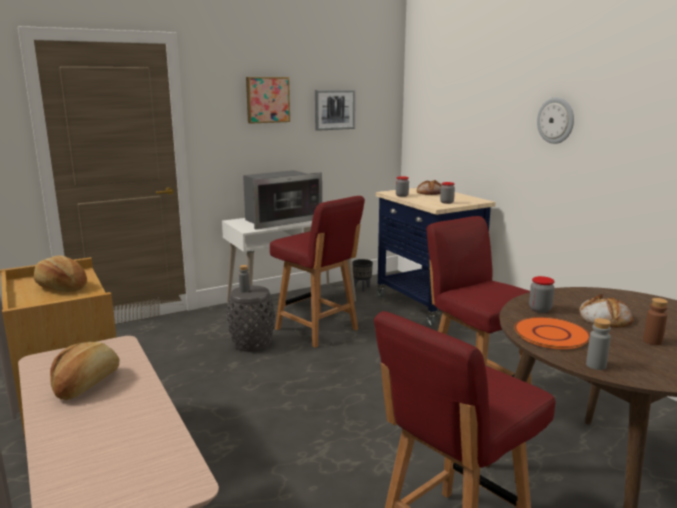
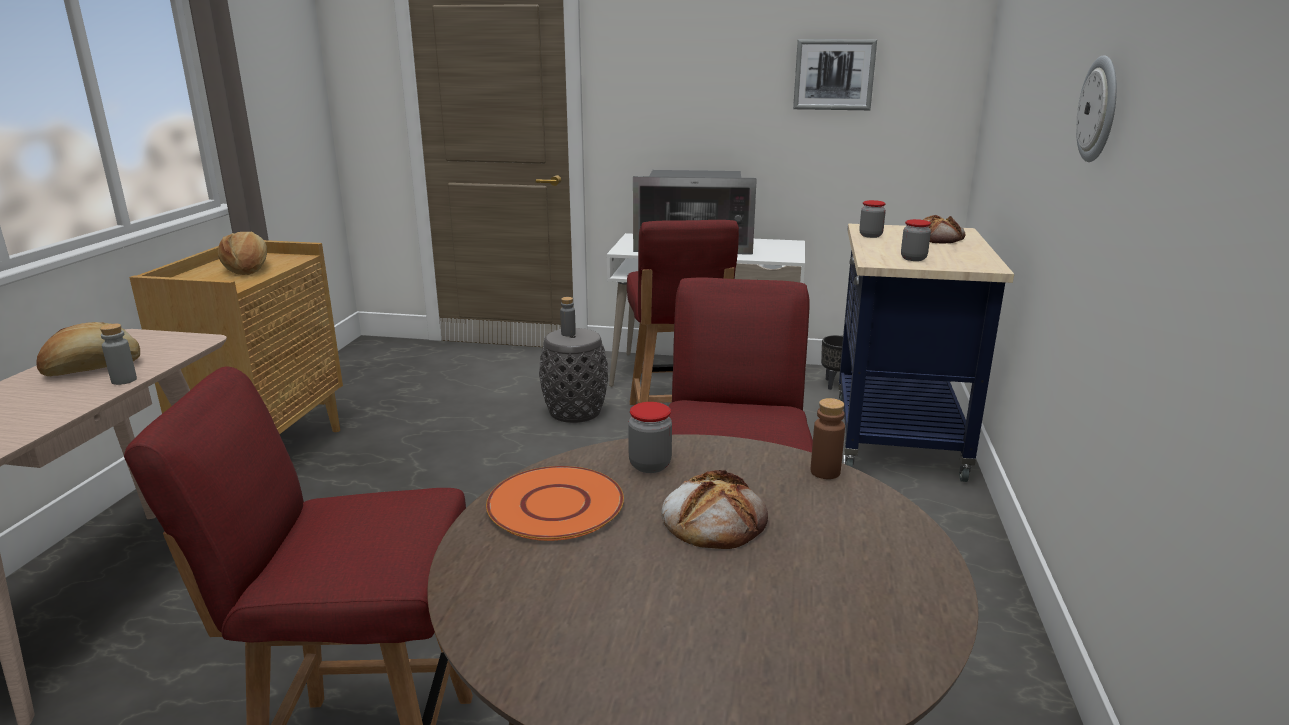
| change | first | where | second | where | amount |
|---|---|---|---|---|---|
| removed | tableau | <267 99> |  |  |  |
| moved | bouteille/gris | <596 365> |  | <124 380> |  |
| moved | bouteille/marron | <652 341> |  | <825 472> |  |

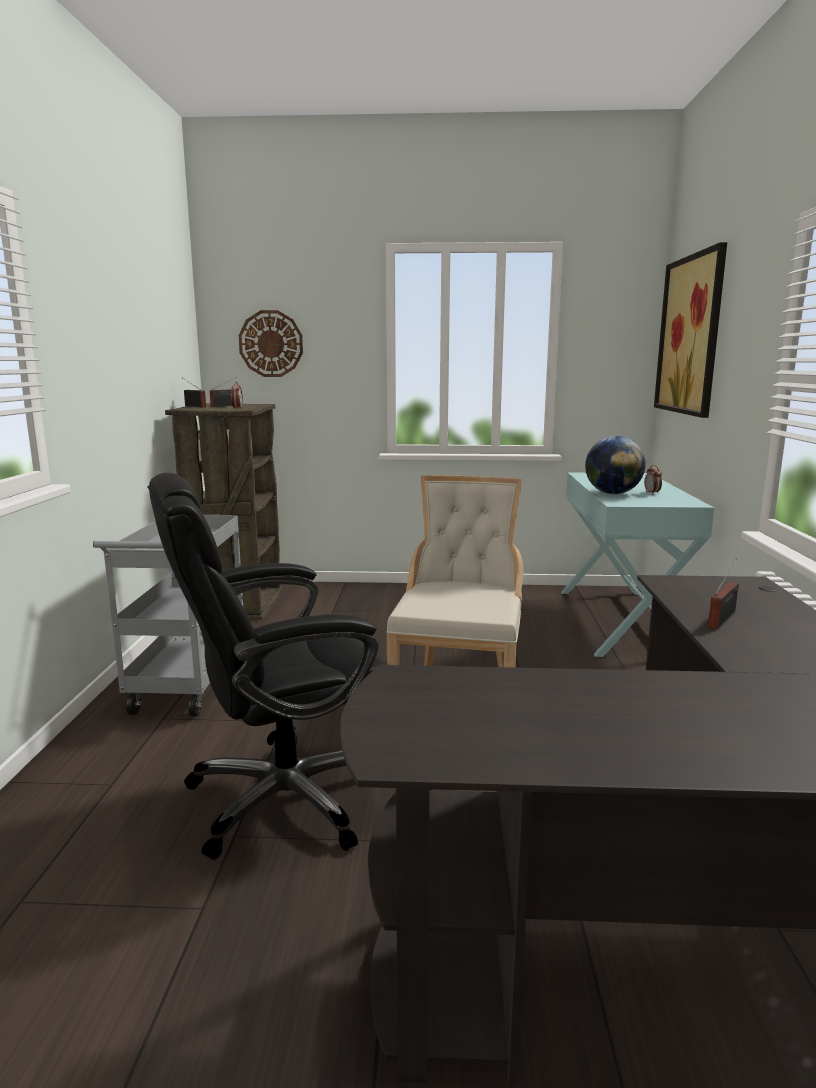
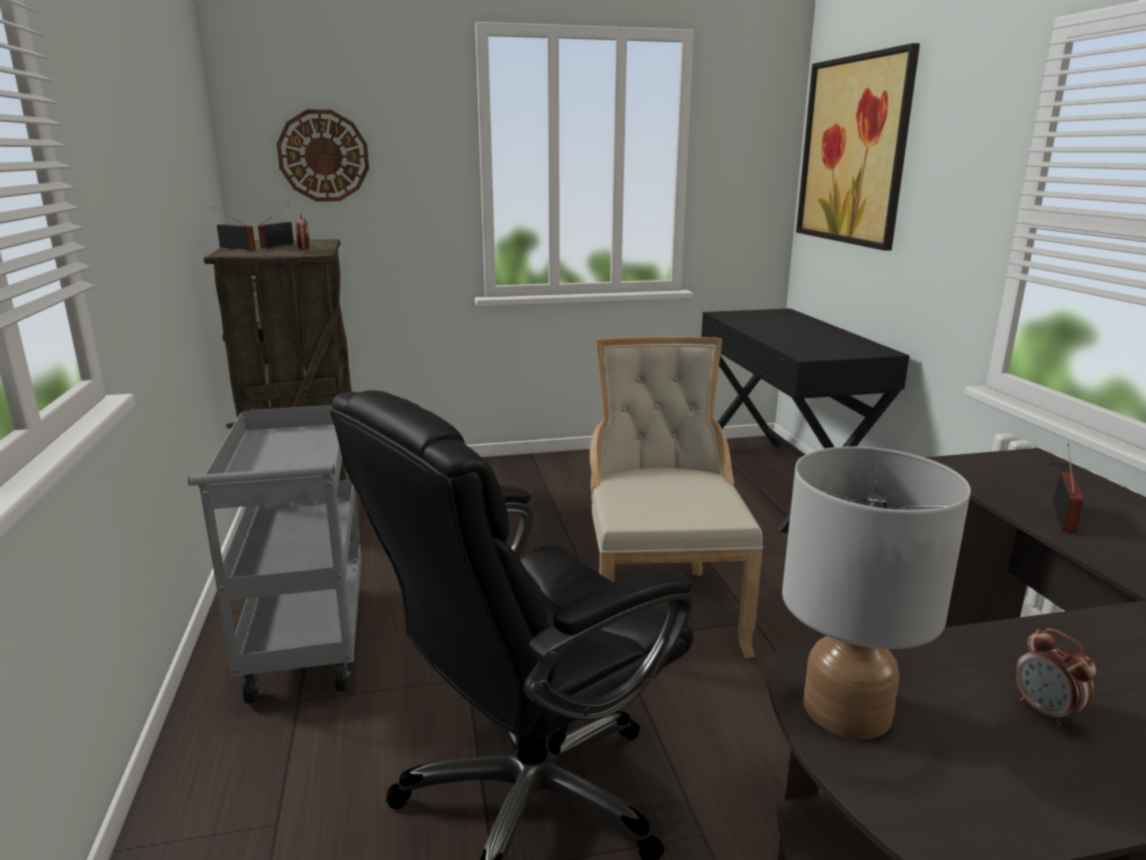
| change | first | where | second | where | amount |
|---|---|---|---|---|---|
| recoloured | bureau/turquoise | <621 621> | bureau/noir | <780 482> |  |
| removed | globe | <612 493> |  |  |  |
| moved | réveil | <652 493> |  | <1046 711> |  |
| added |  |  | lampe de table/gris | <846 711> |  |

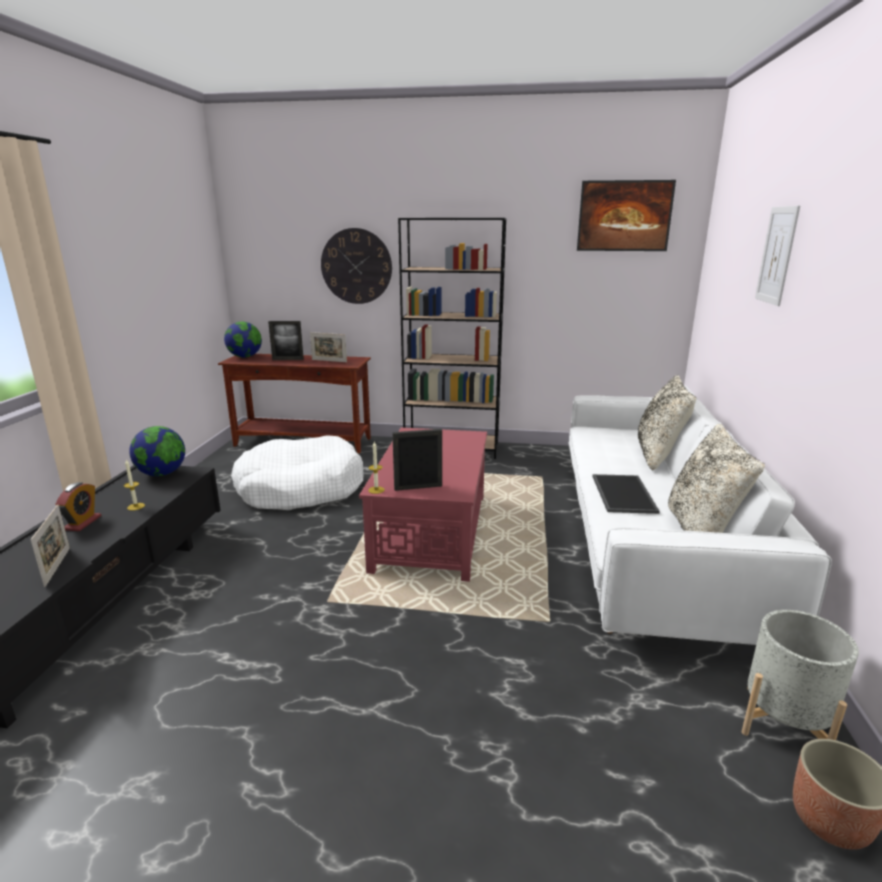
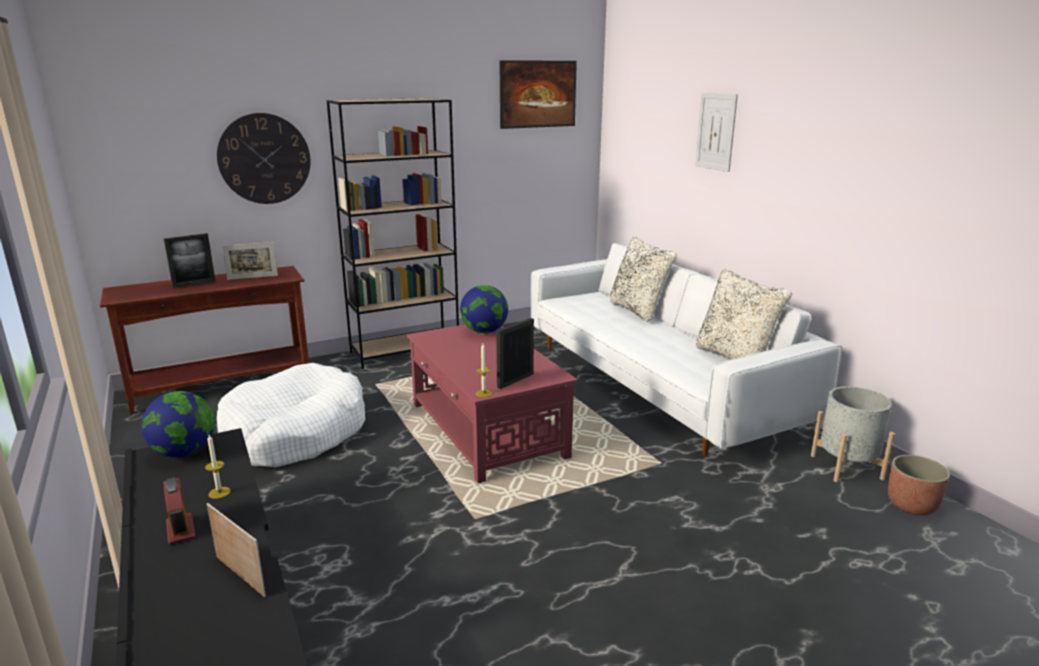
| change | first | where | second | where | amount |
|---|---|---|---|---|---|
| moved | globe | <245 357> |  | <484 331> |  |
| removed | plateau | <621 493> |  |  |  |

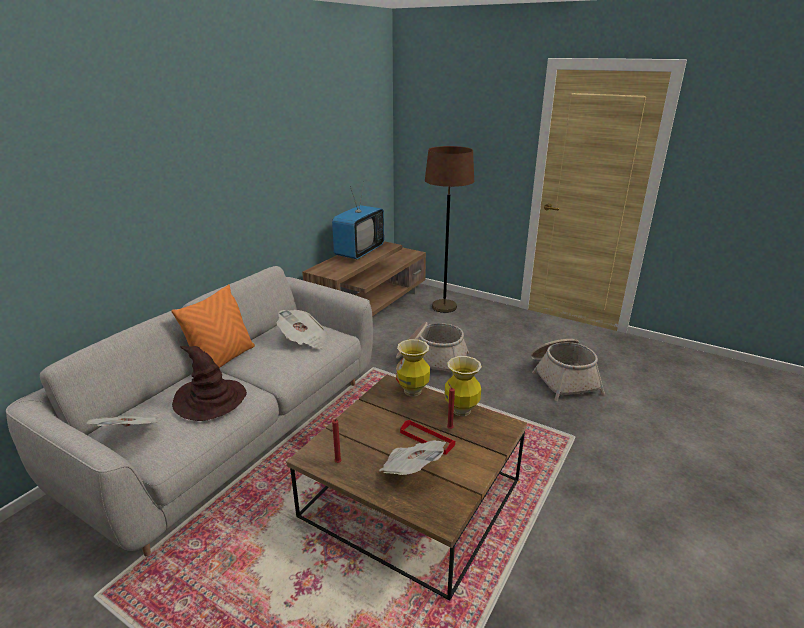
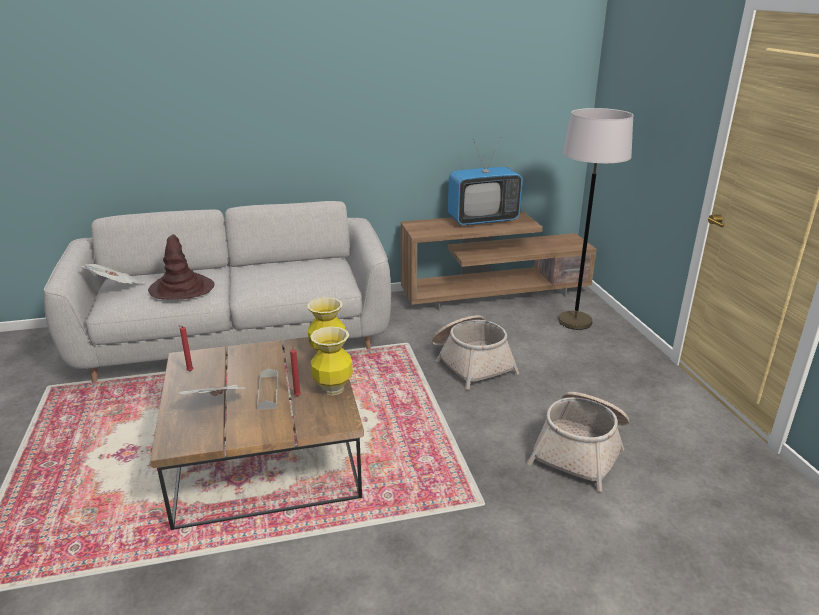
| change | first | where | second | where | amount |
|---|---|---|---|---|---|
| removed | coussin/orange | <222 361> |  |  |  |
| removed | journal | <304 340> |  |  |  |
| recoloured | plateau/rouge | <427 438> | plateau/gris | <268 392> |  |
| recoloured | lampadaire/marron | <444 307> | lampadaire/gris | <575 321> |  |

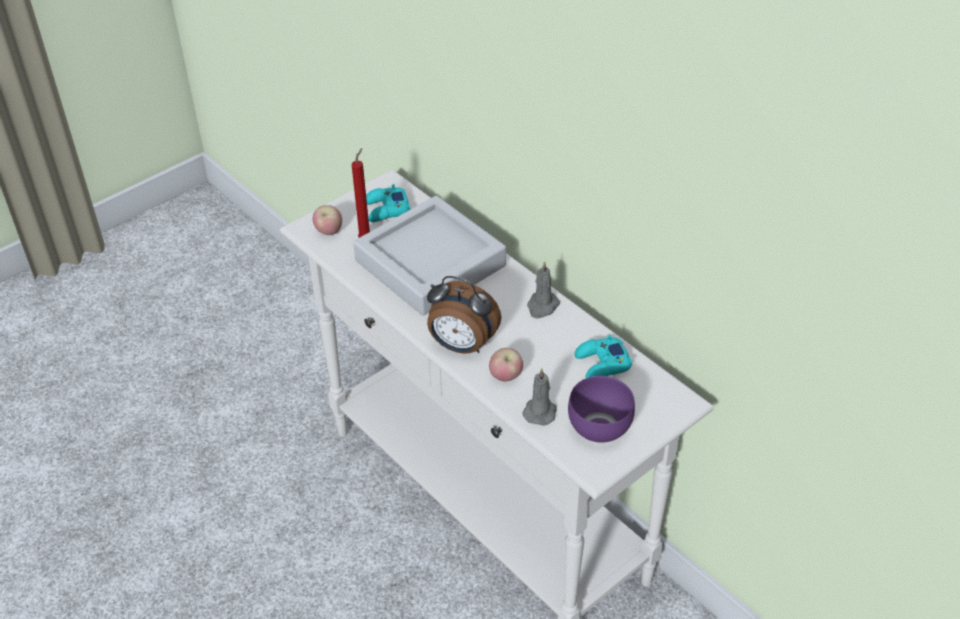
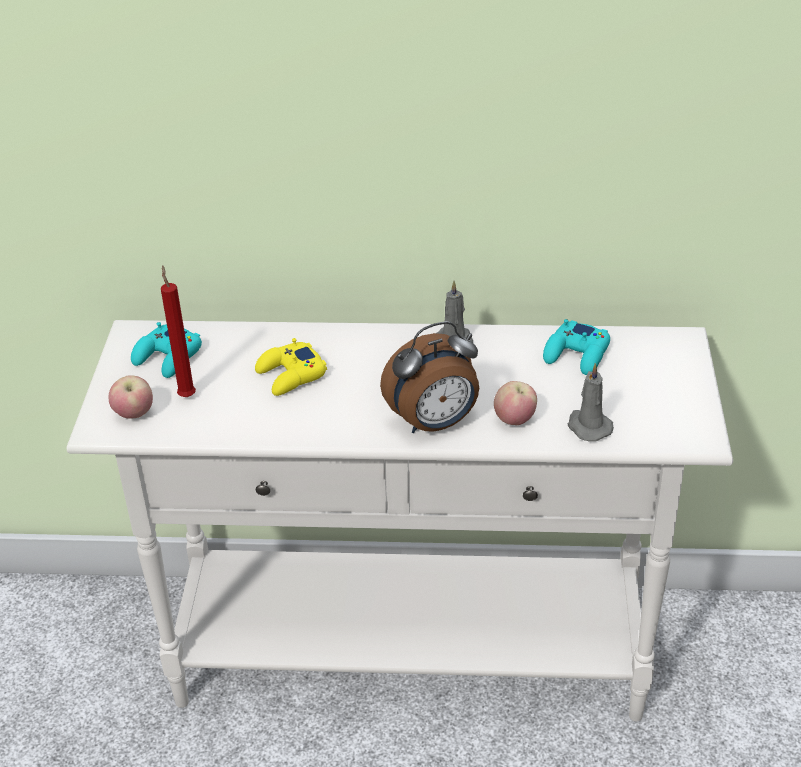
| change | first | where | second | where | amount |
|---|---|---|---|---|---|
| replaced | plateau/gris | <430 263> | manette/jaune | <291 375> |  |
| removed | bol/violet | <597 428> |  |  |  |

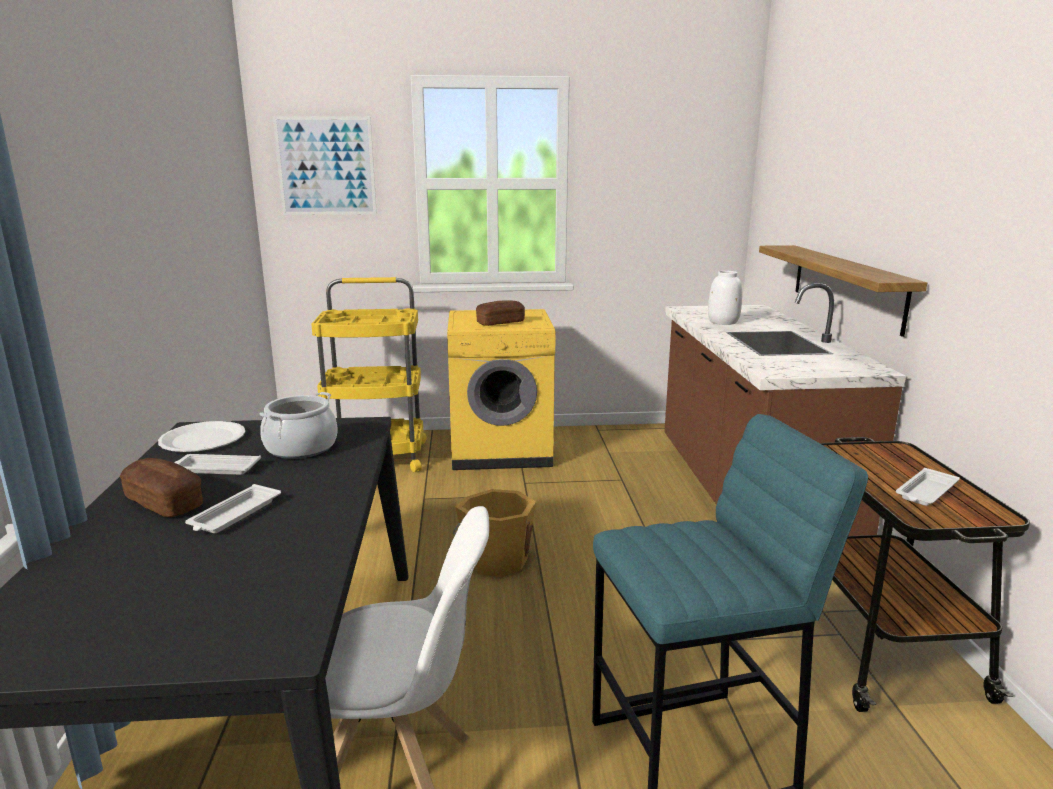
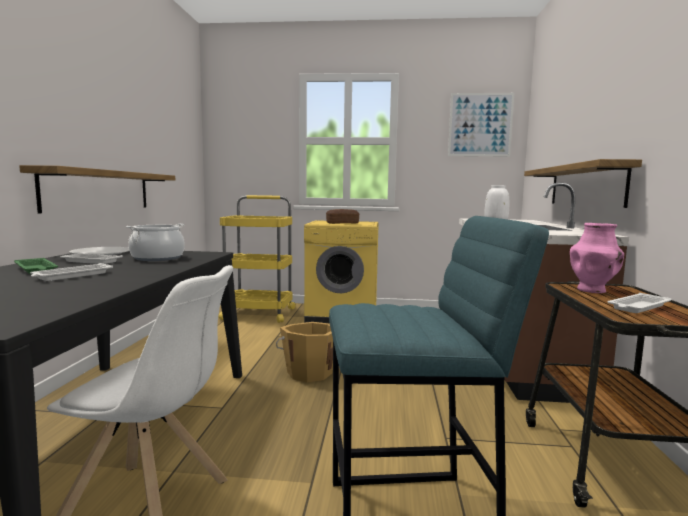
| change | first | where | second | where | amount |
|---|---|---|---|---|---|
| replaced | pain | <164 502> | plateau/vert | <36 269> |  |
| moved | tableau | <326 166> |  | <480 125> |  |
| added |  |  | étagère | <100 190> |  |
| added |  |  | vase/rose | <592 290> |  |

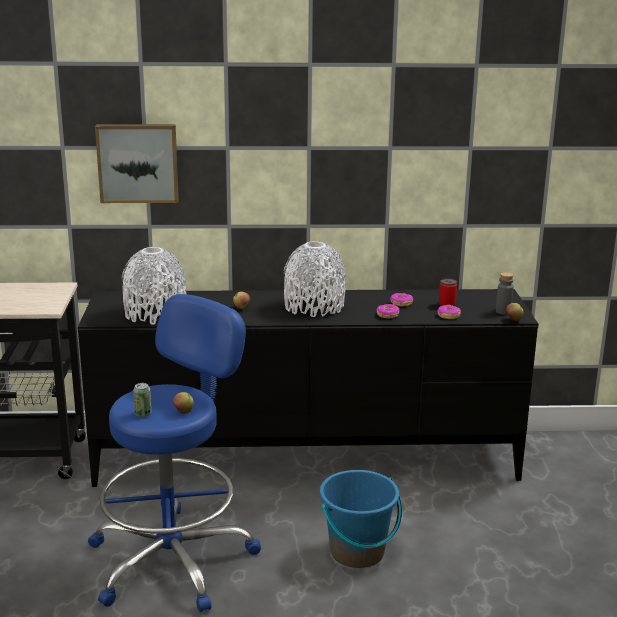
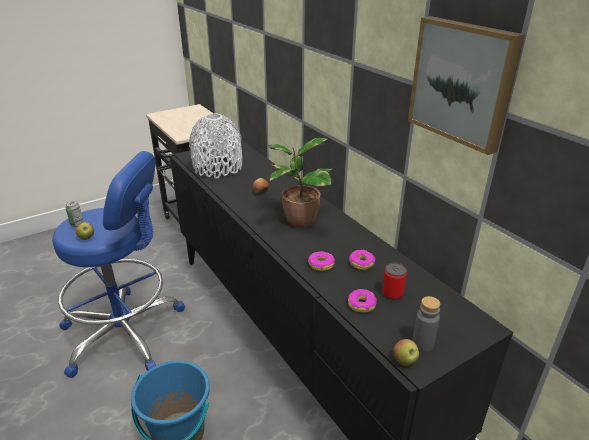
| change | first | where | second | where | amount |
|---|---|---|---|---|---|
| moved | tableau | <138 162> |  | <463 82> |  |
| replaced | vase/blanc | <314 307> | plante en pot | <298 221> |  |

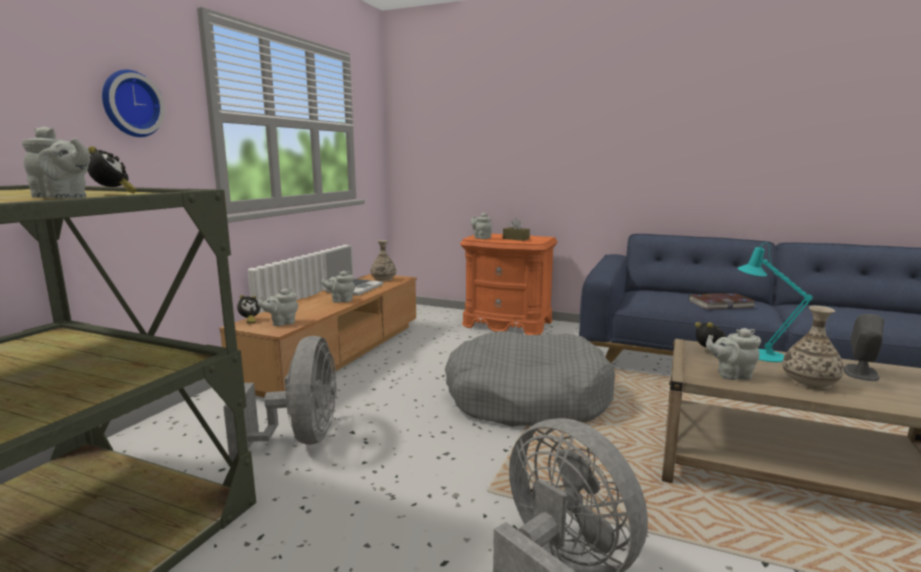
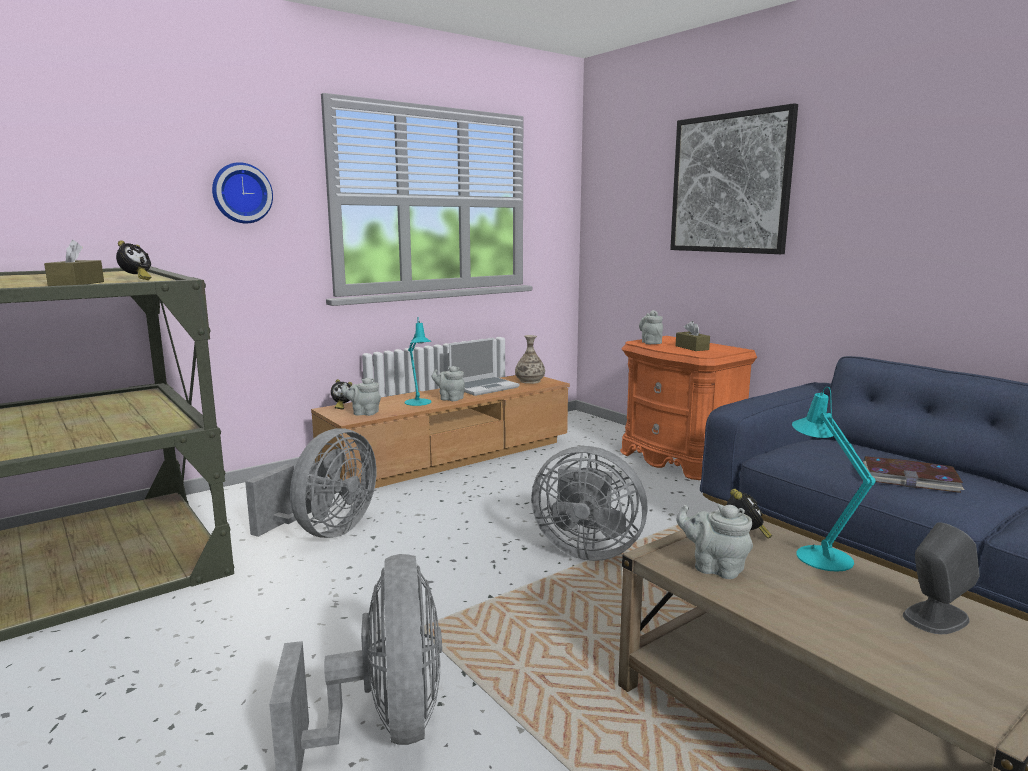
| change | first | where | second | where | amount |
|---|---|---|---|---|---|
| replaced | théière/gris | <63 198> | boîte à mouchoirs/marron | <77 284> |  |
| replaced | panier pour chien/gris | <527 398> | ventilateur/gris | <586 549> |  |
| removed | vase | <810 382> |  |  |  |
| added |  |  | lampe de table/turquoise | <419 403> |  |
| added |  |  | tableau | <730 184> |  |

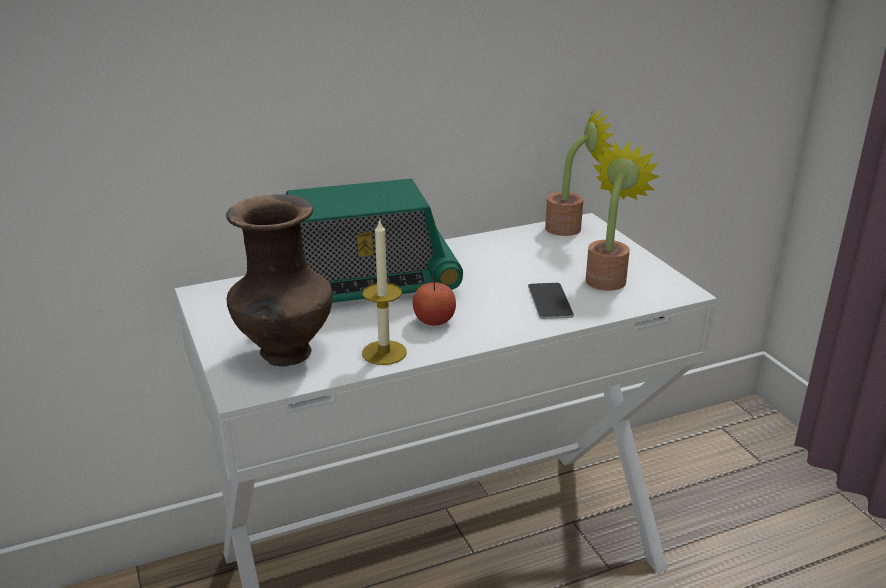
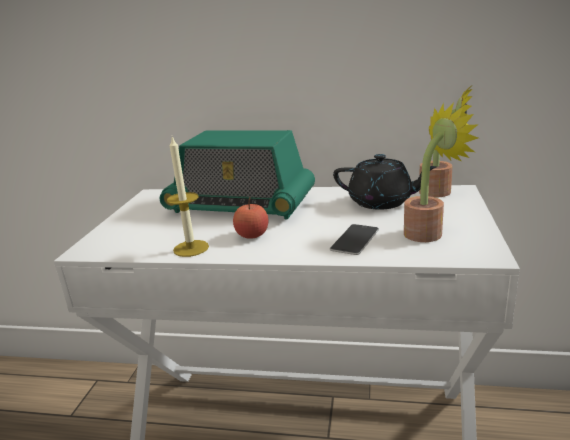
| change | first | where | second | where | amount |
|---|---|---|---|---|---|
| removed | vase/marron | <285 354> |  |  |  |
| added |  |  | théière/noir | <381 202> |  |

